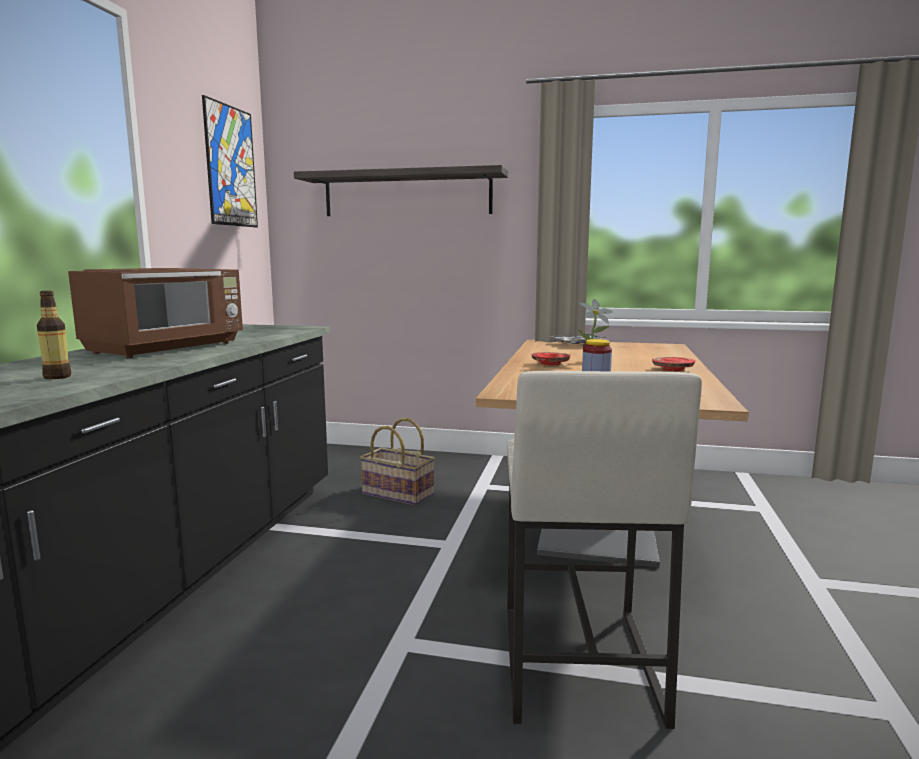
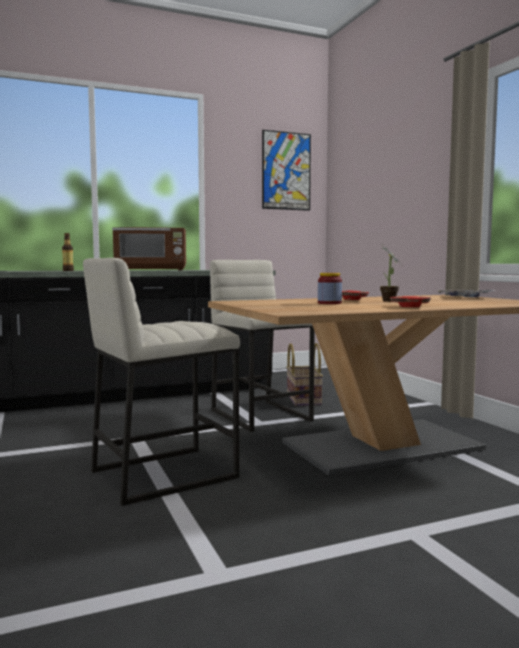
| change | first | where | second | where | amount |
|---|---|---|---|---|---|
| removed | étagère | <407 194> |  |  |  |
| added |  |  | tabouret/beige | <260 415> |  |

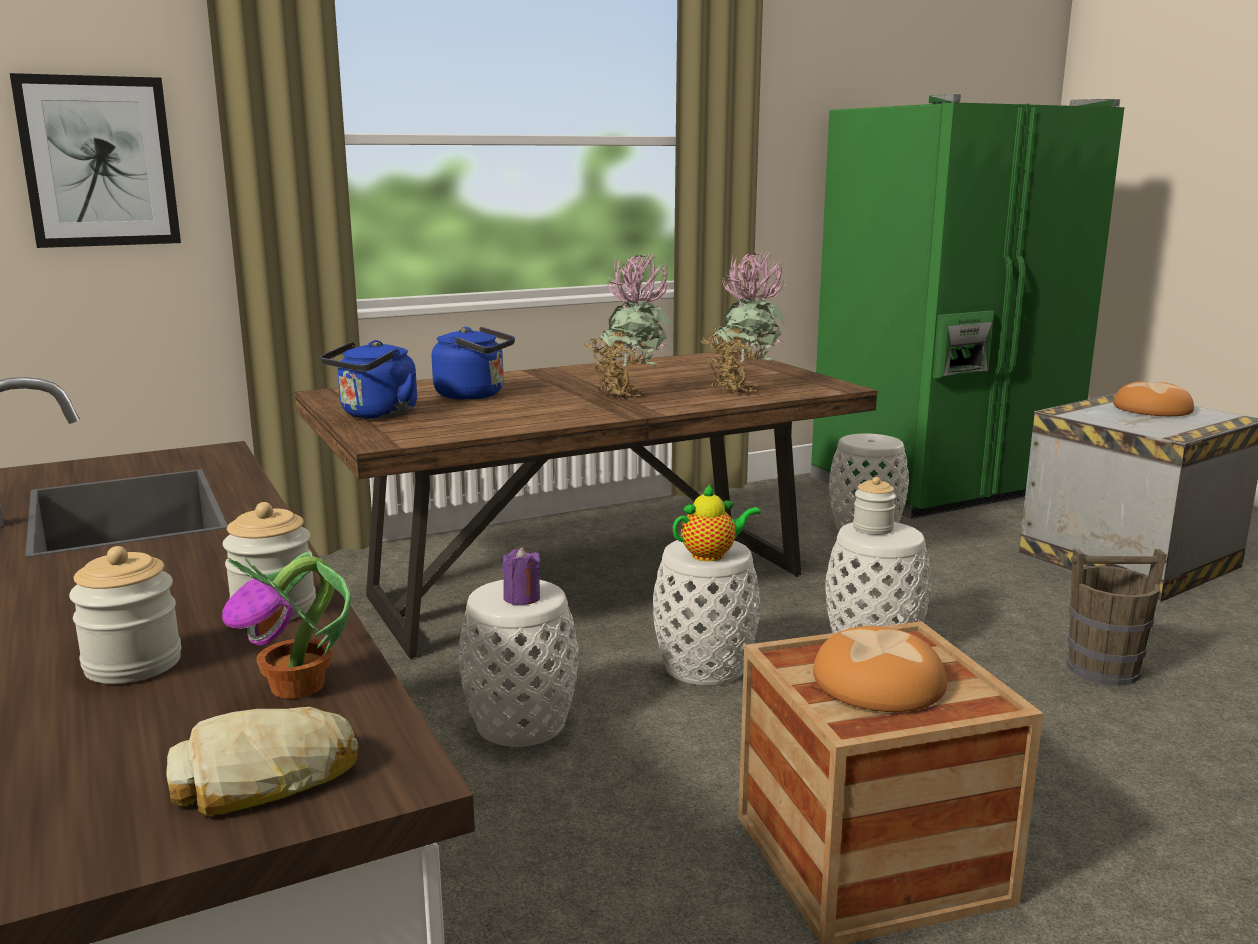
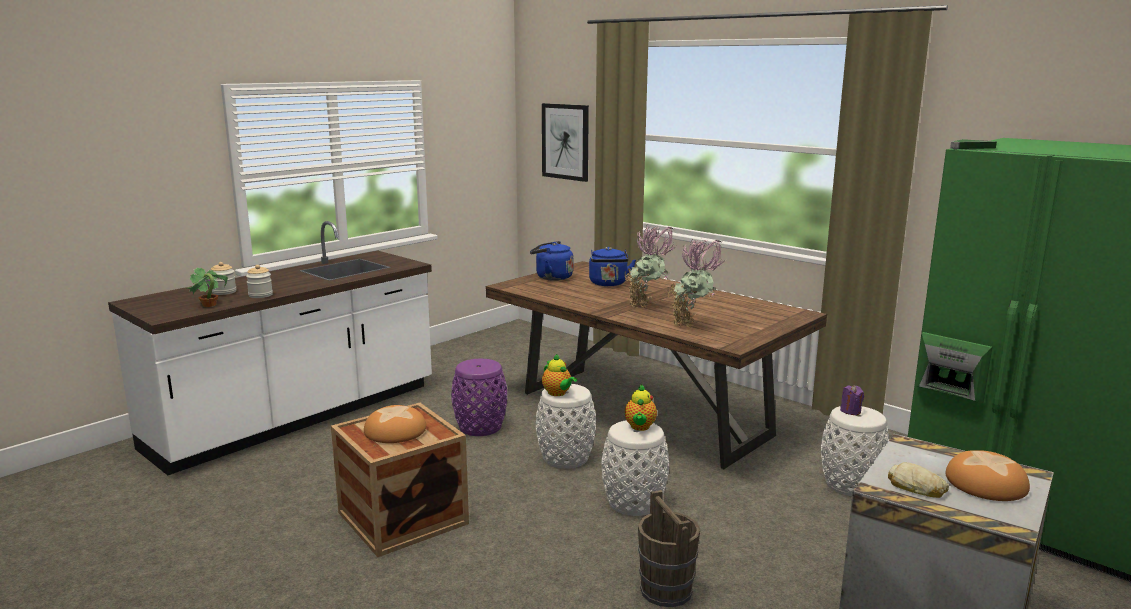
| change | first | where | second | where | amount |
|---|---|---|---|---|---|
| moved | pain | <267 778> |  | <916 487> |  |
| recoloured | tabouret/blanc | <520 724> | tabouret/violet | <480 427> |  |
| moved | bougie/violet | <522 598> |  | <850 411> |  |
| replaced | bocal | <873 529> | théière | <640 427> |  |

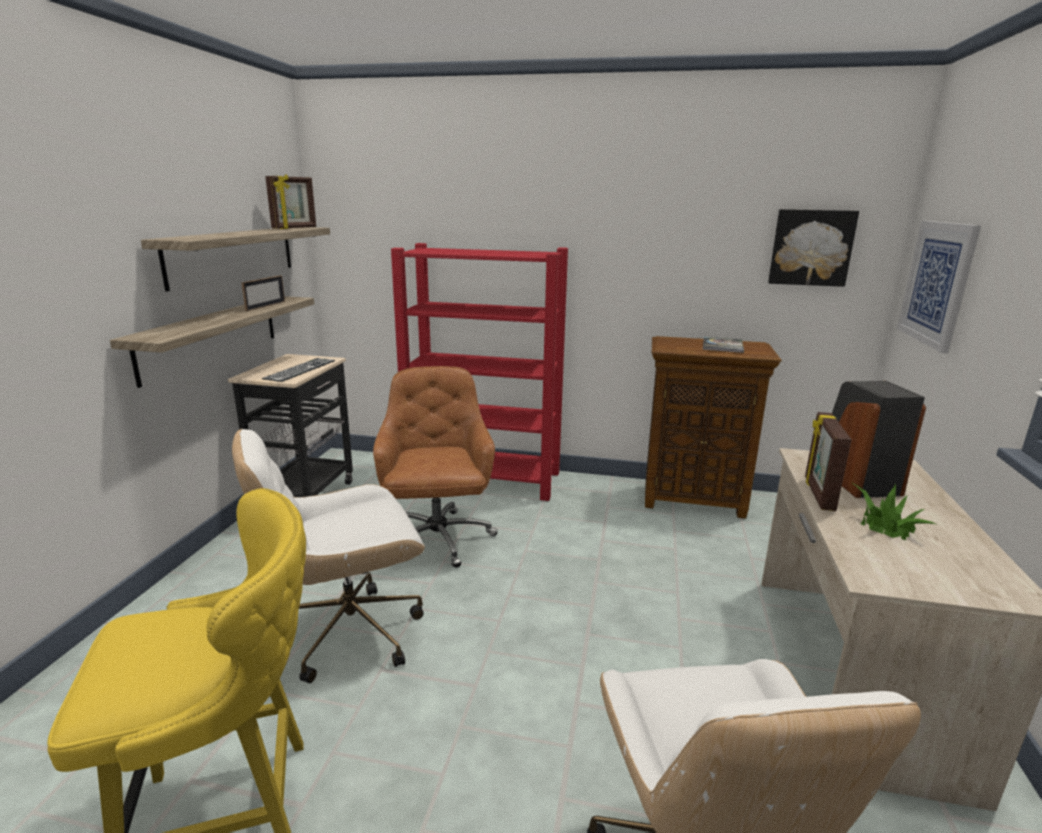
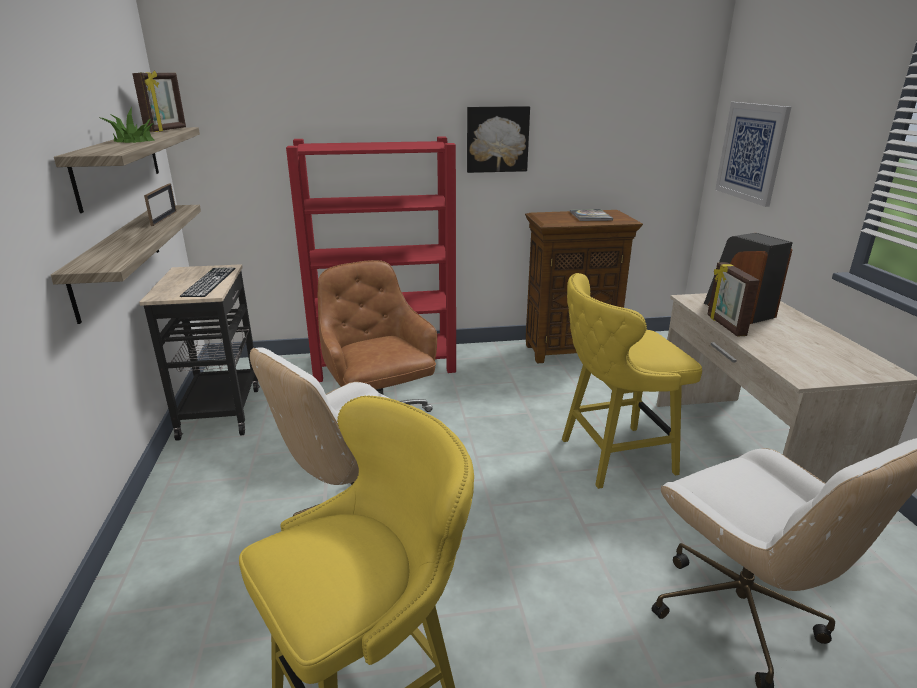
| change | first | where | second | where | amount |
|---|---|---|---|---|---|
| moved | tableau | <811 247> |  | <497 139> |  |
| moved | plante en pot | <886 526> |  | <133 140> |  |
| added |  |  | tabouret/jaune | <612 457> |  |

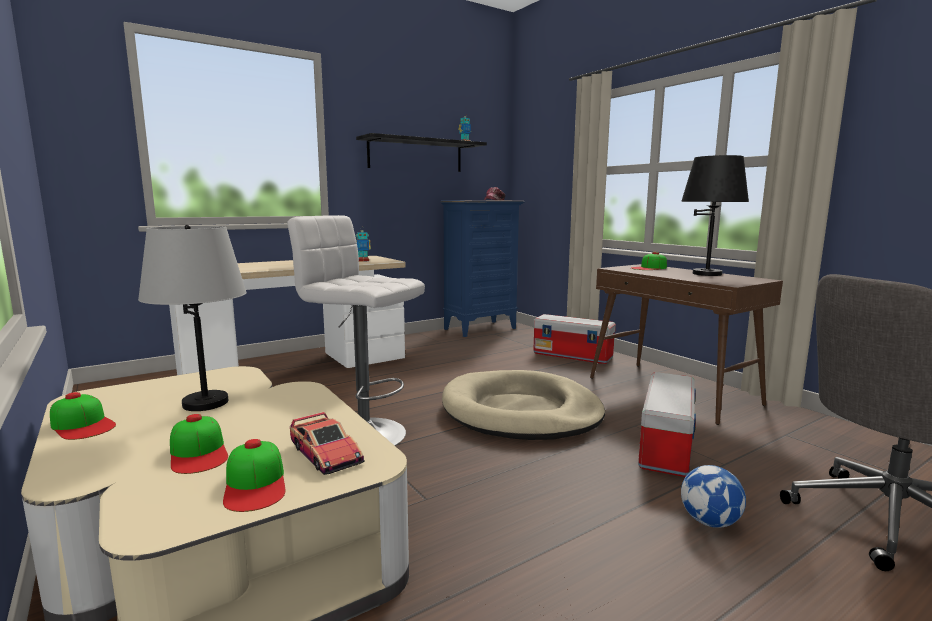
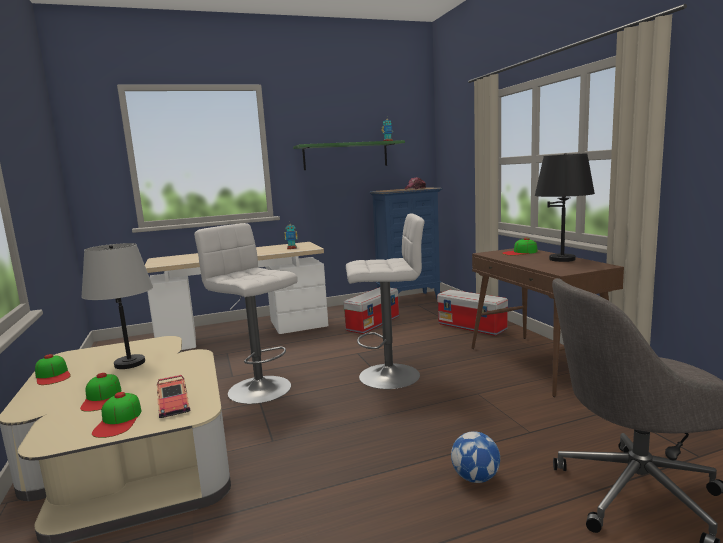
| change | first | where | second | where | amount |
|---|---|---|---|---|---|
| recoloured | étagère/noir | <416 155> | étagère/vert | <345 156> |  |
| replaced | panier pour chien/beige | <521 411> | tabouret/blanc | <390 376> |  |
| moved | boîte de rangement | <665 446> |  | <373 323> |  |

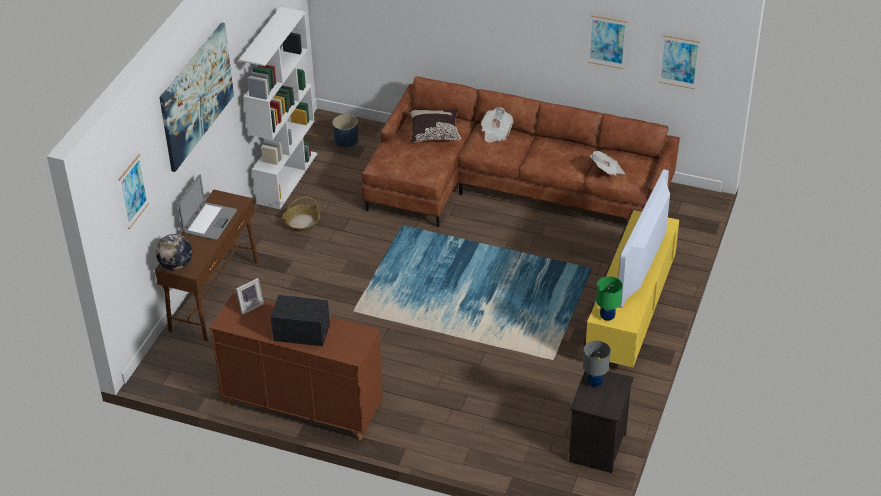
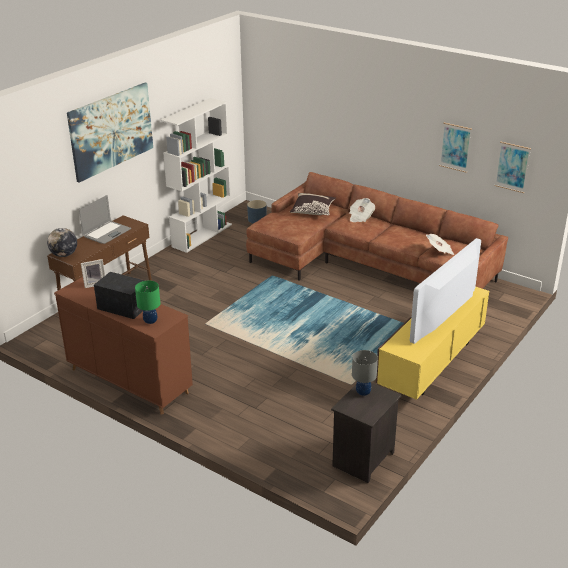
| change | first | where | second | where | amount |
|---|---|---|---|---|---|
| removed | tableau | <133 191> |  |  |  |
| removed | panier | <302 222> |  |  |  |
| moved | lampe de table/vert | <607 316> |  | <150 321> |  |

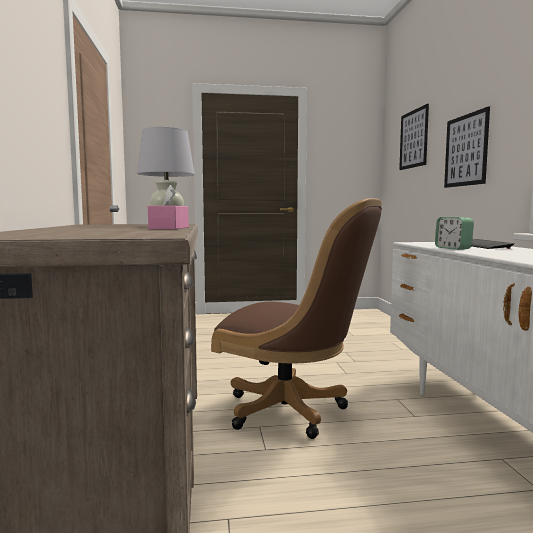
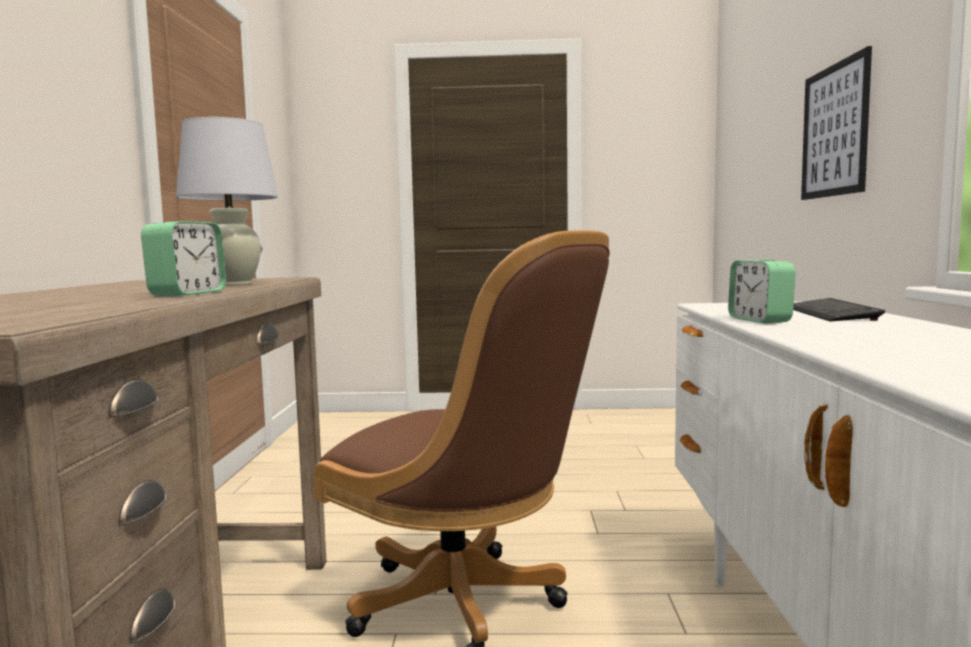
| change | first | where | second | where | amount |
|---|---|---|---|---|---|
| replaced | boîte à mouchoirs/rose | <169 228> | réveil | <188 294> |  |
| removed | tableau | <413 139> |  |  |  |

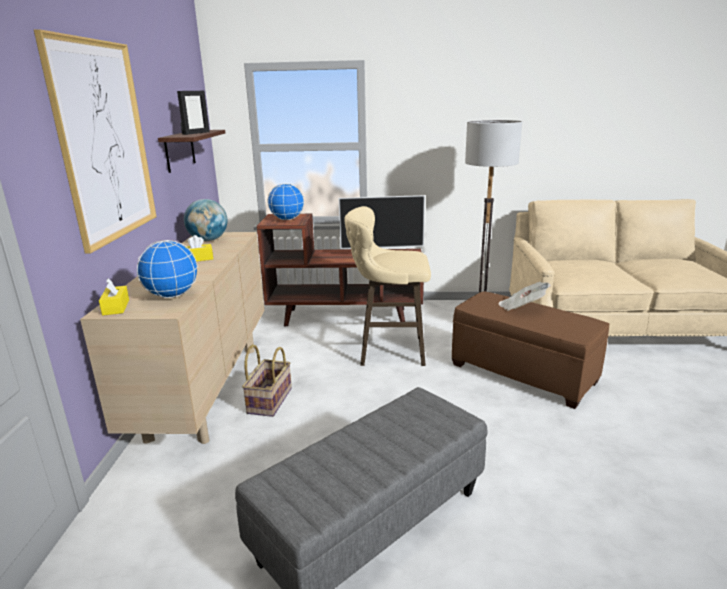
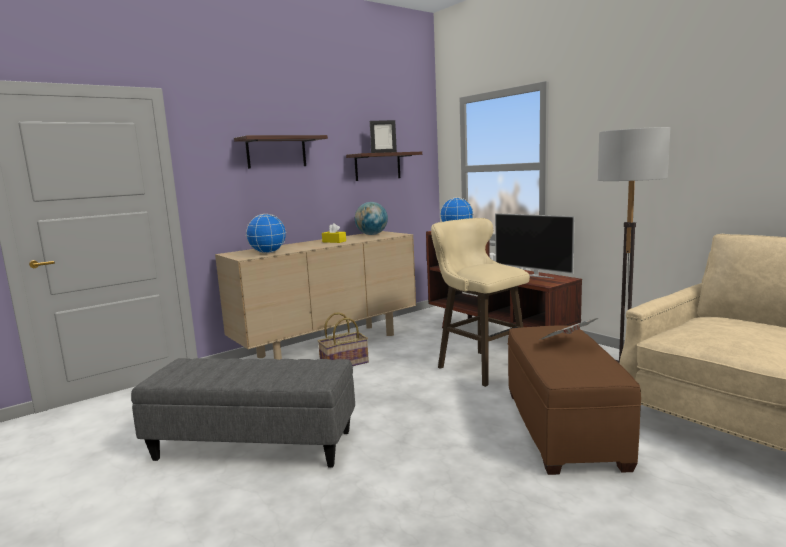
| change | first | where | second | where | amount |
|---|---|---|---|---|---|
| replaced | tableau | <104 142> | étagère | <276 152> |  |
| removed | boîte à mouchoirs/jaune | <116 307> |  |  |  |

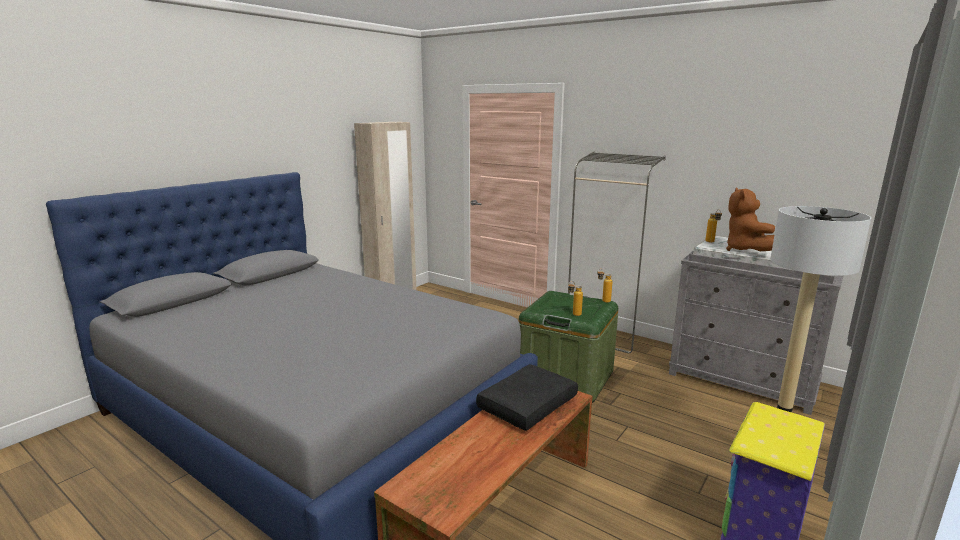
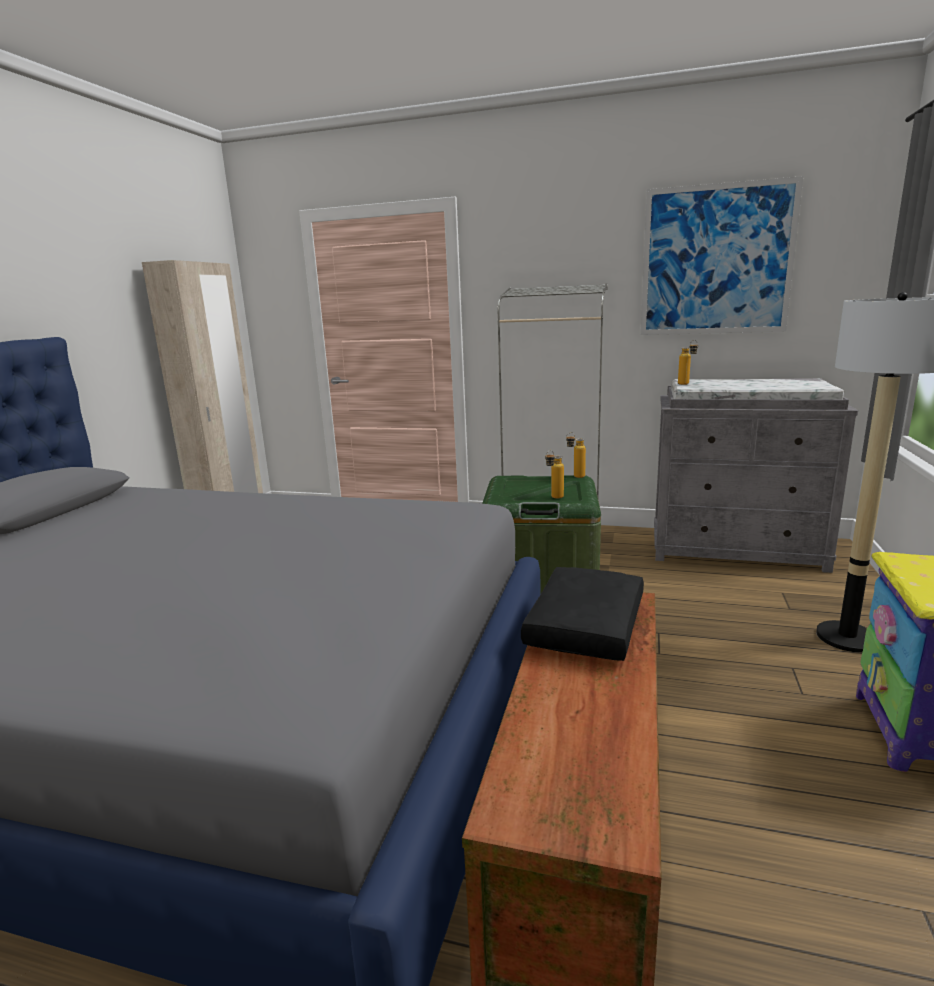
| change | first | where | second | where | amount |
|---|---|---|---|---|---|
| removed | peluche/marron | <746 250> |  |  |  |
| added |  |  | tableau | <716 260> |  |

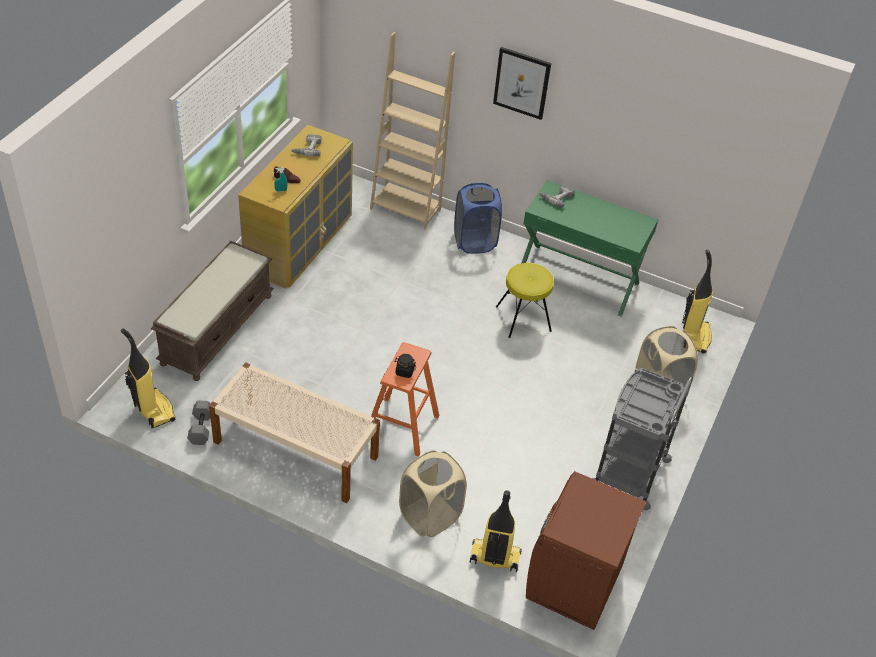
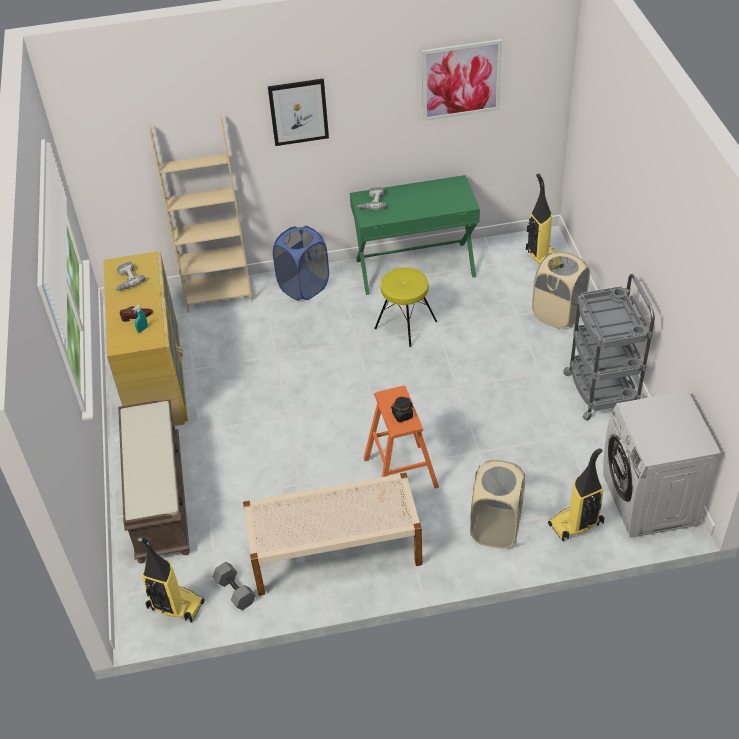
| change | first | where | second | where | amount |
|---|---|---|---|---|---|
| recoloured | lave-linge/marron | <573 583> | lave-linge/blanc | <649 501> |  |
| added |  |  | tableau | <461 80> |  |

